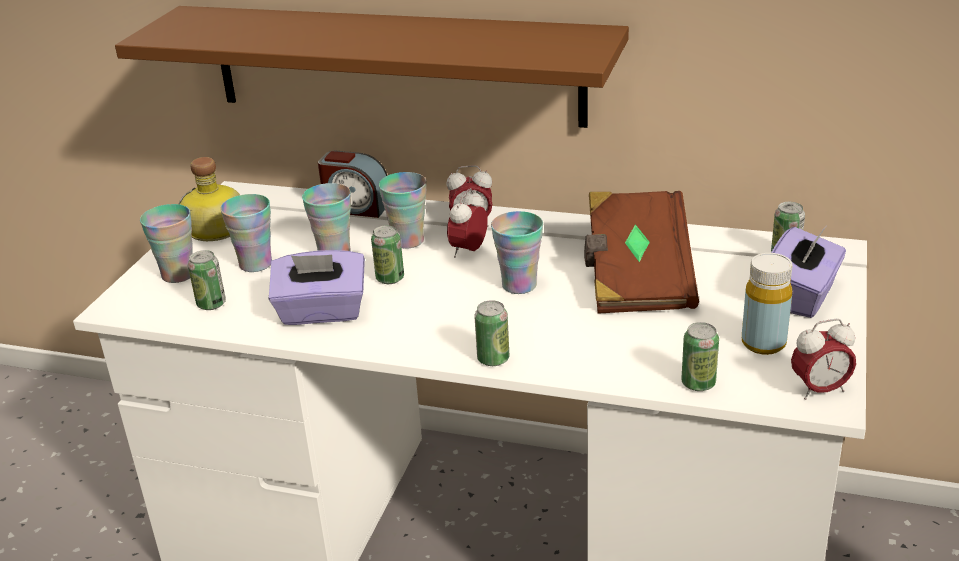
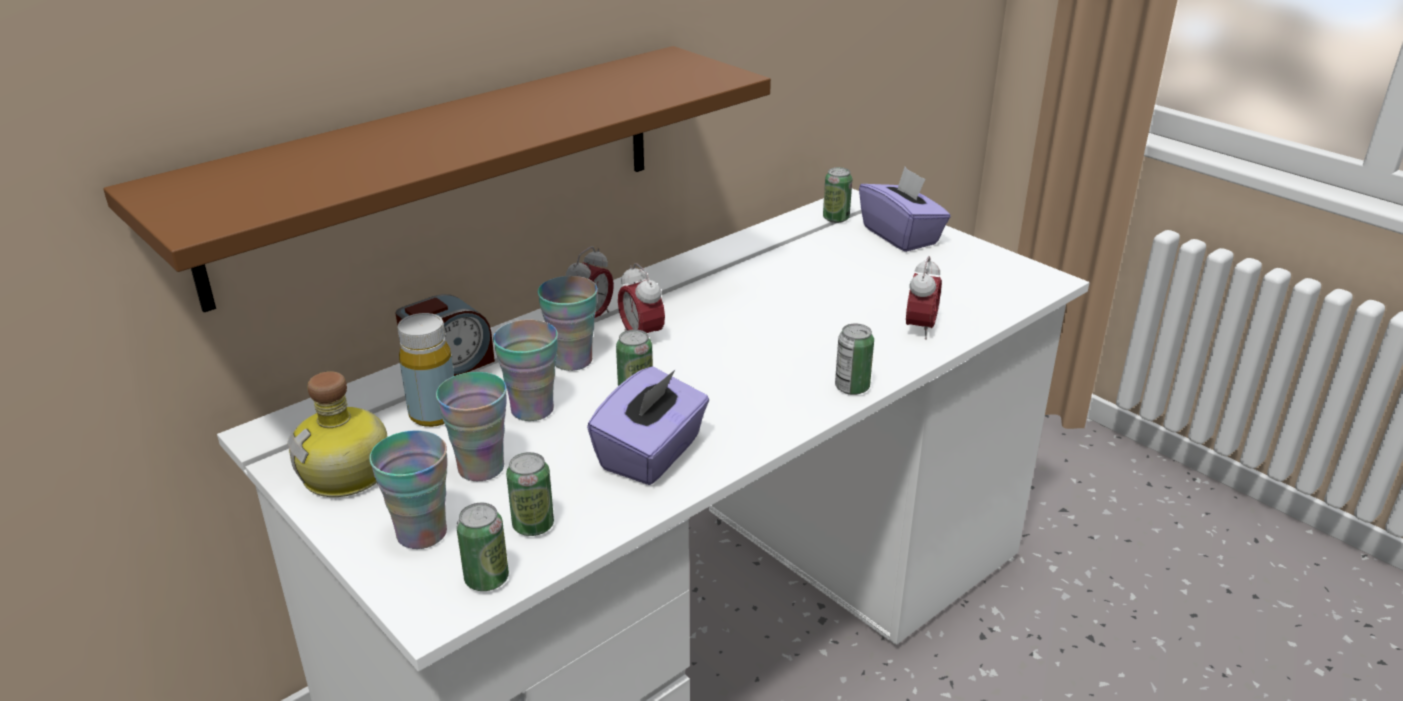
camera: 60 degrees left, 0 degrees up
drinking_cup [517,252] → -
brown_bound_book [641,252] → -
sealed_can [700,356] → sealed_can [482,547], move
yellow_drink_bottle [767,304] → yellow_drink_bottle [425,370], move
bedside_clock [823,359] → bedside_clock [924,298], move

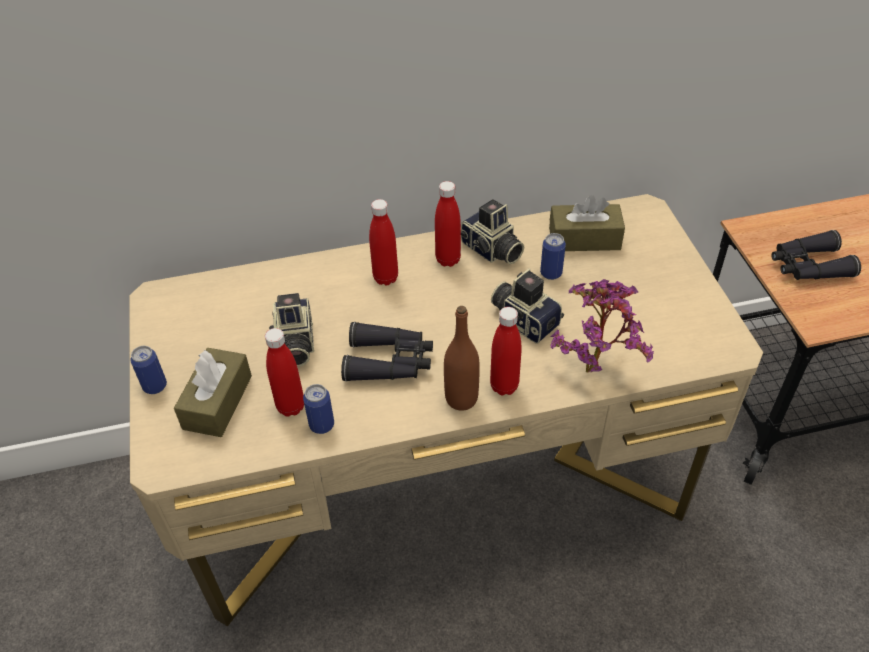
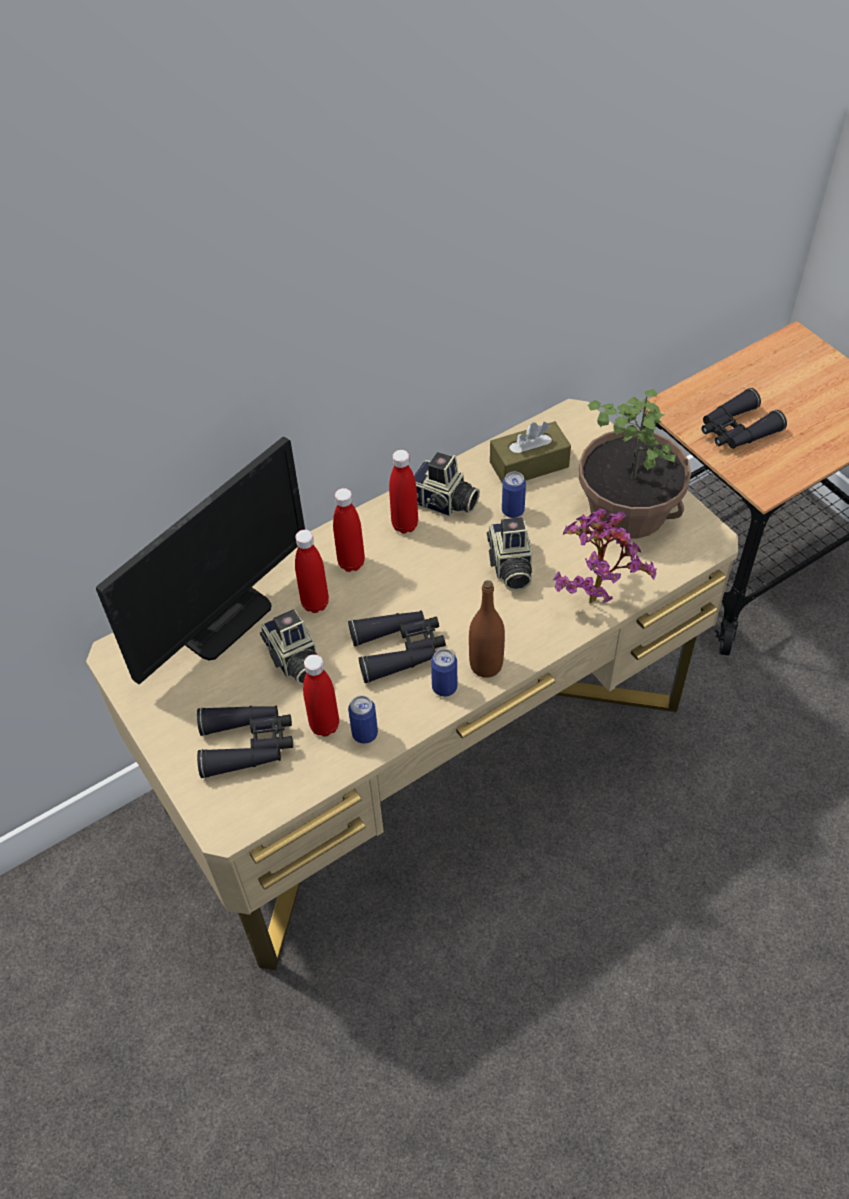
camera: 20 degrees left, 5 degrees up
- → computer_screen [200,560]
- → plant_in_a_pot [635,463]
sealed_can [148,370] → sealed_can [444,672], move
red-coloured_drink_bottle [506,351] → red-coloured_drink_bottle [312,571], move
brown_box_of_tissues [213,392] → blackish_pair_of_binoculars [245,742]
still_camera [527,306] → still_camera [509,554], 120 degrees counterclockwise

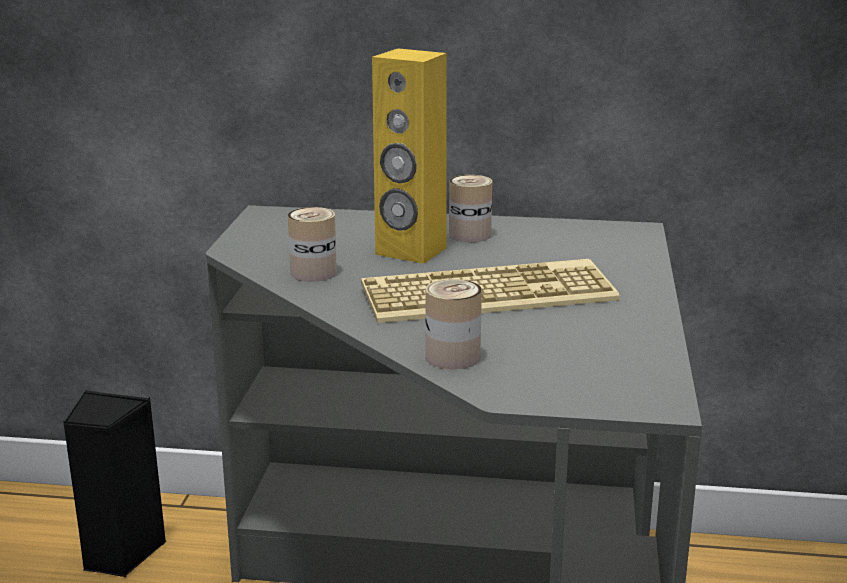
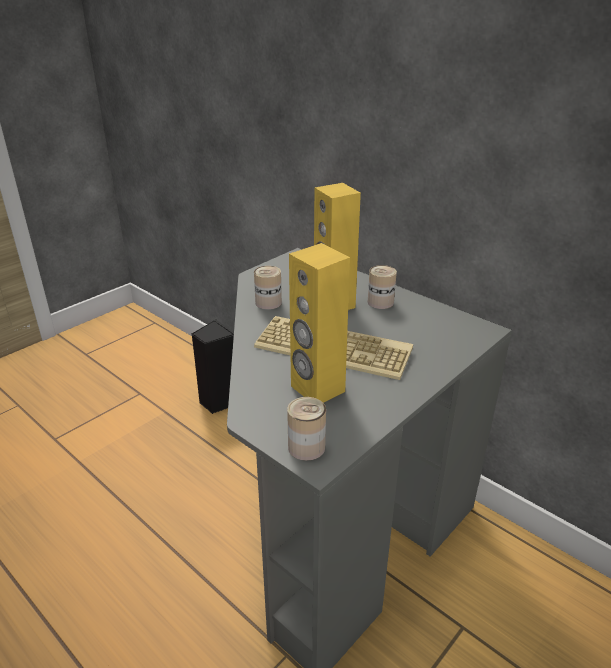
camera: 35 degrees right, 10 degrees up
- → yellow_audio_speaker [319,323]
sealed_can [453,324] → sealed_can [306,429], move

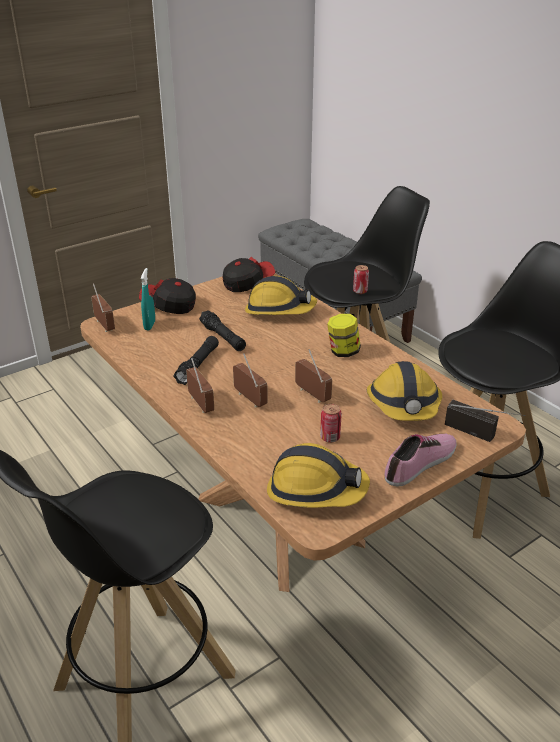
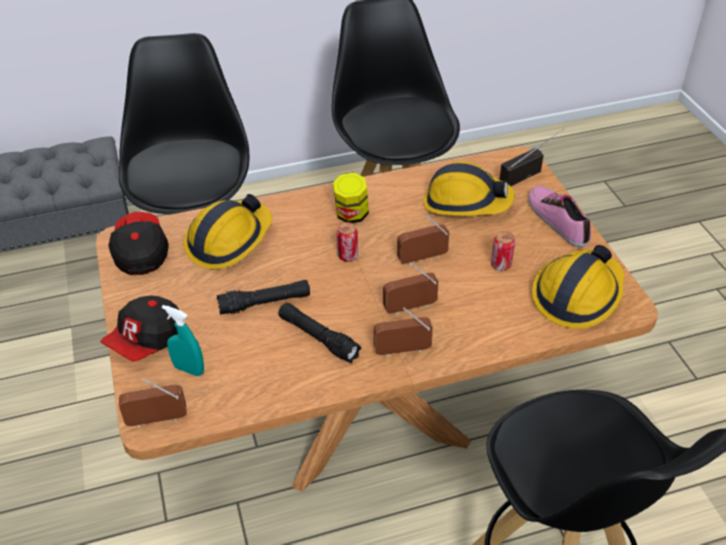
camera: 70 degrees left, 10 degrees up
sealed_can [361,279] → sealed_can [347,242], move

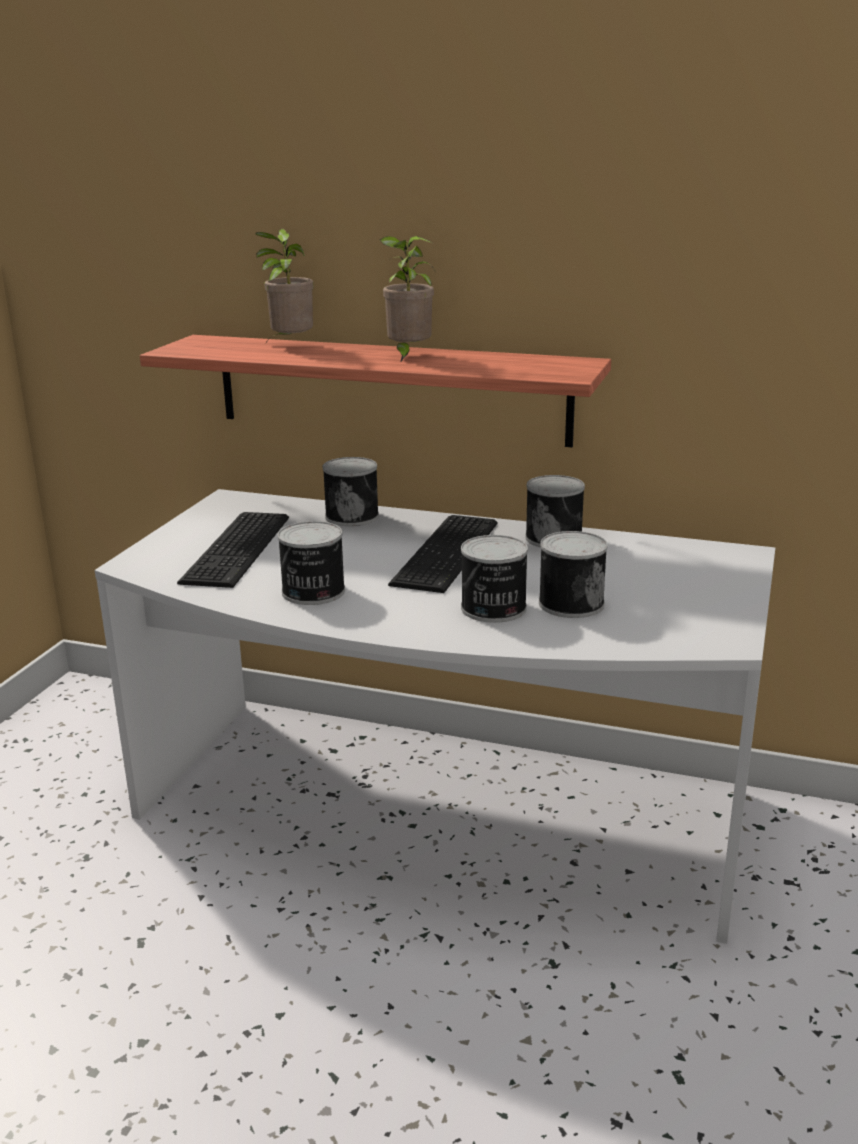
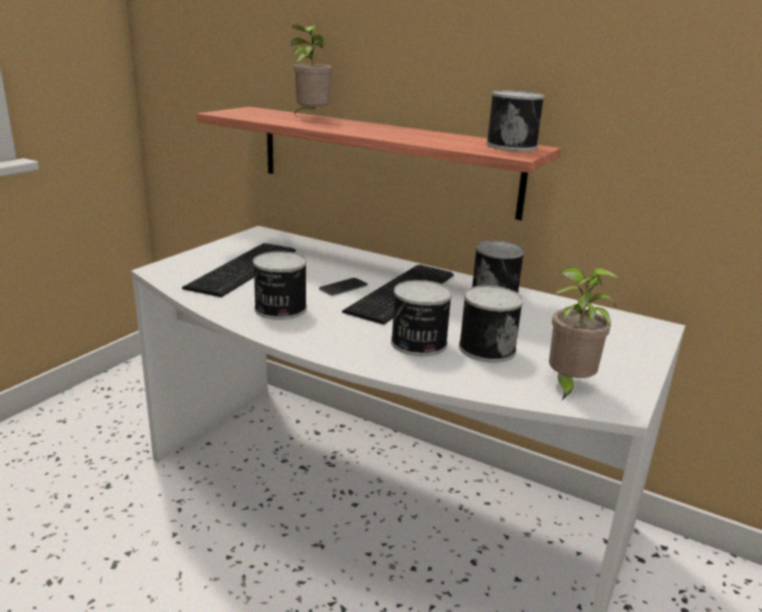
camera: 10 degrees right, 0 degrees up
- → handset [343,287]
sealed_can [350,491] → sealed_can [515,120], move
plant_in_a_pot [407,299] → plant_in_a_pot [584,333], move

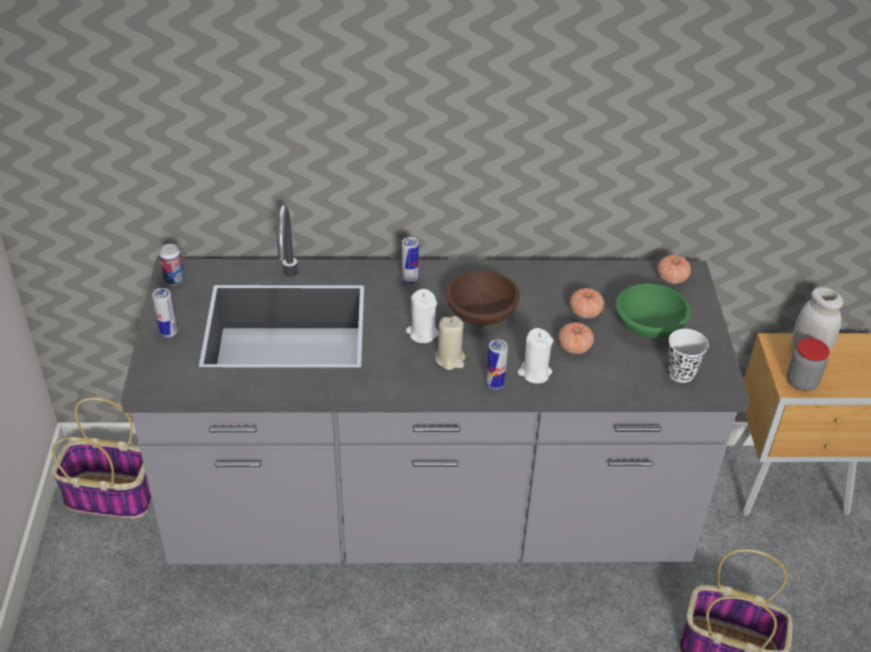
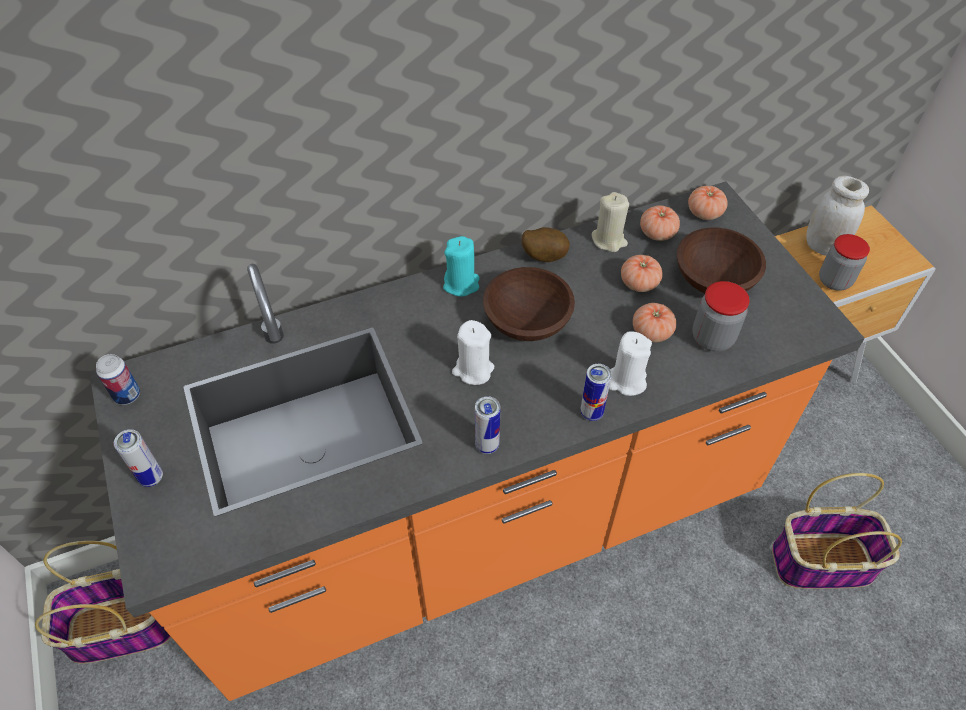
camera: 20 degrees left, 10 degrees up
whitish_drinking_cup [688,356] → -
- → blue-green_wax_candle [461,266]
- → spud [546,244]
- → fresh_tomato [660,223]
- → preserve_jar [721,316]
sealed_can [410,261] → sealed_can [487,425], move
beige_wax_candle [450,343] → beige_wax_candle [610,222], move
grey_counter [435,384] → orange_counter [477,441]
greenish_serving_bowl [653,311] → brown_serving_bowl [721,260]

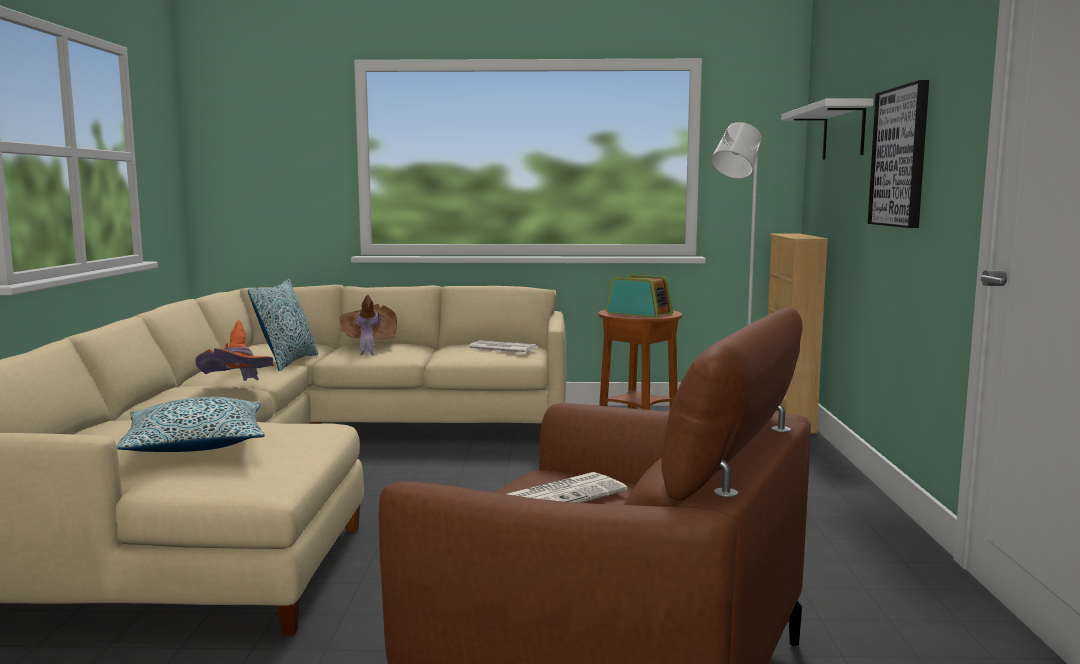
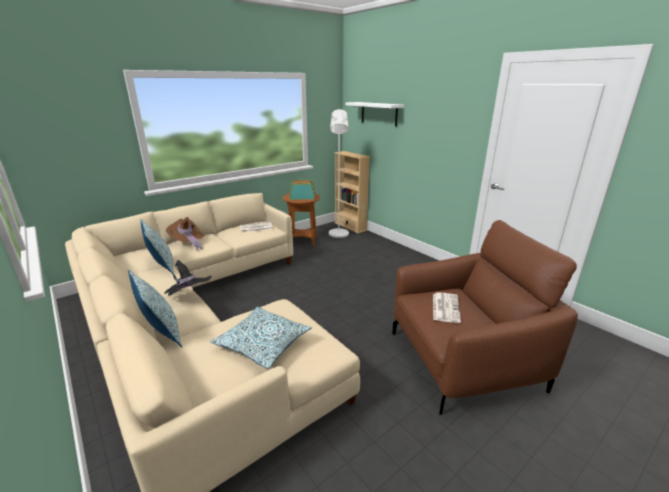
camera: 40 degrees left, 15 degrees up
wall_art [898,154] → -
- → throw_pillow [155,308]
orange_clothing_hat [234,350] → blackish_clothing_hat [187,278]

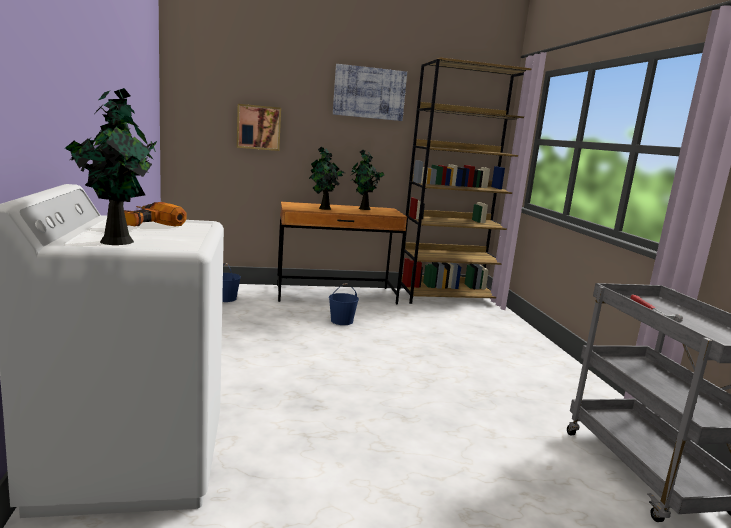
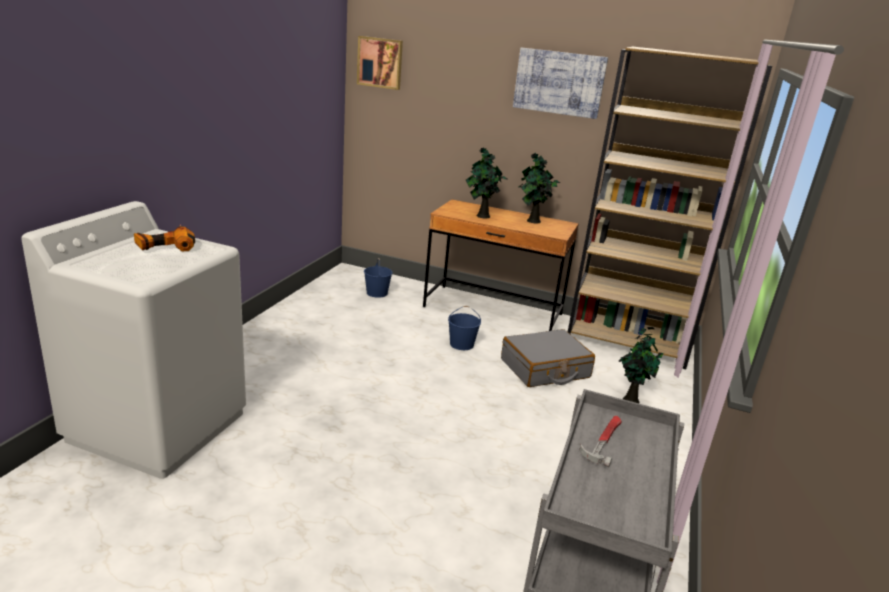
camera: 30 degrees right, 10 degrees up
- → grey_travel_case [548,358]
plant_in_a_pot [111,166] → plant_in_a_pot [641,365], move
wall_art [259,127] → wall_art [380,63], move

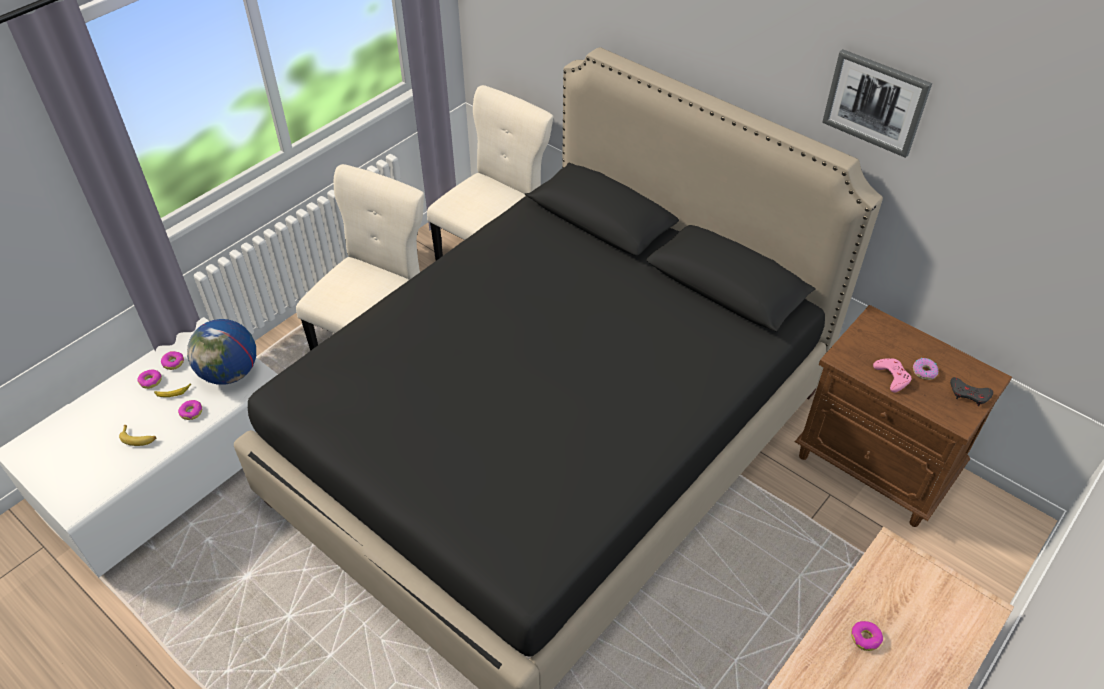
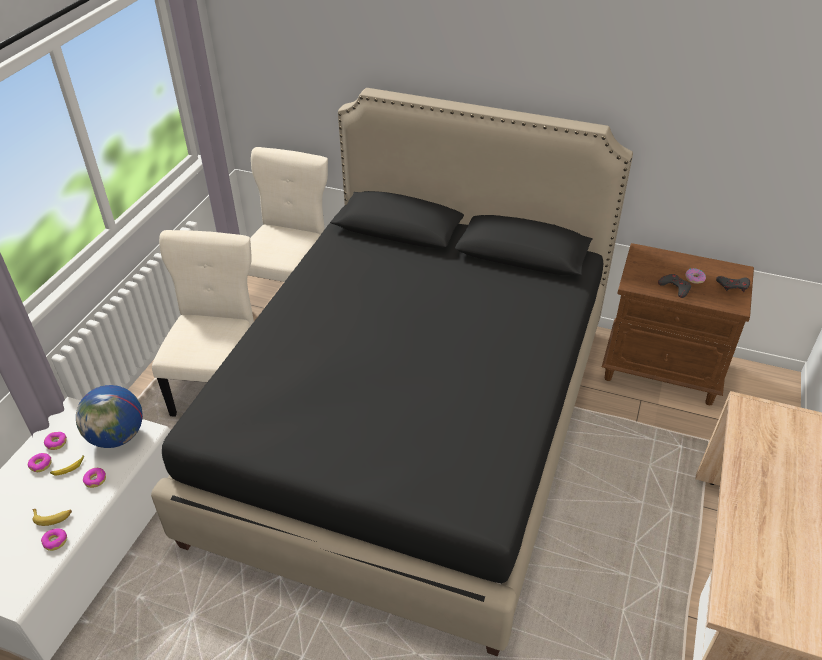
camera: 20 degrees left, 5 degrees down
wall_art [877,103] → -
ring_doughnut [867,636] → ring_doughnut [54,539], move
pink_joypad [892,375] → grey_joypad [674,286]

